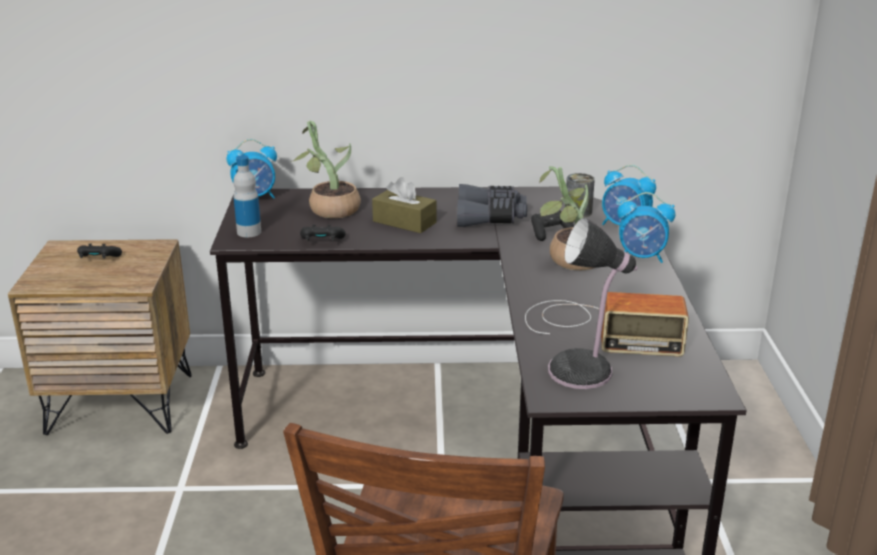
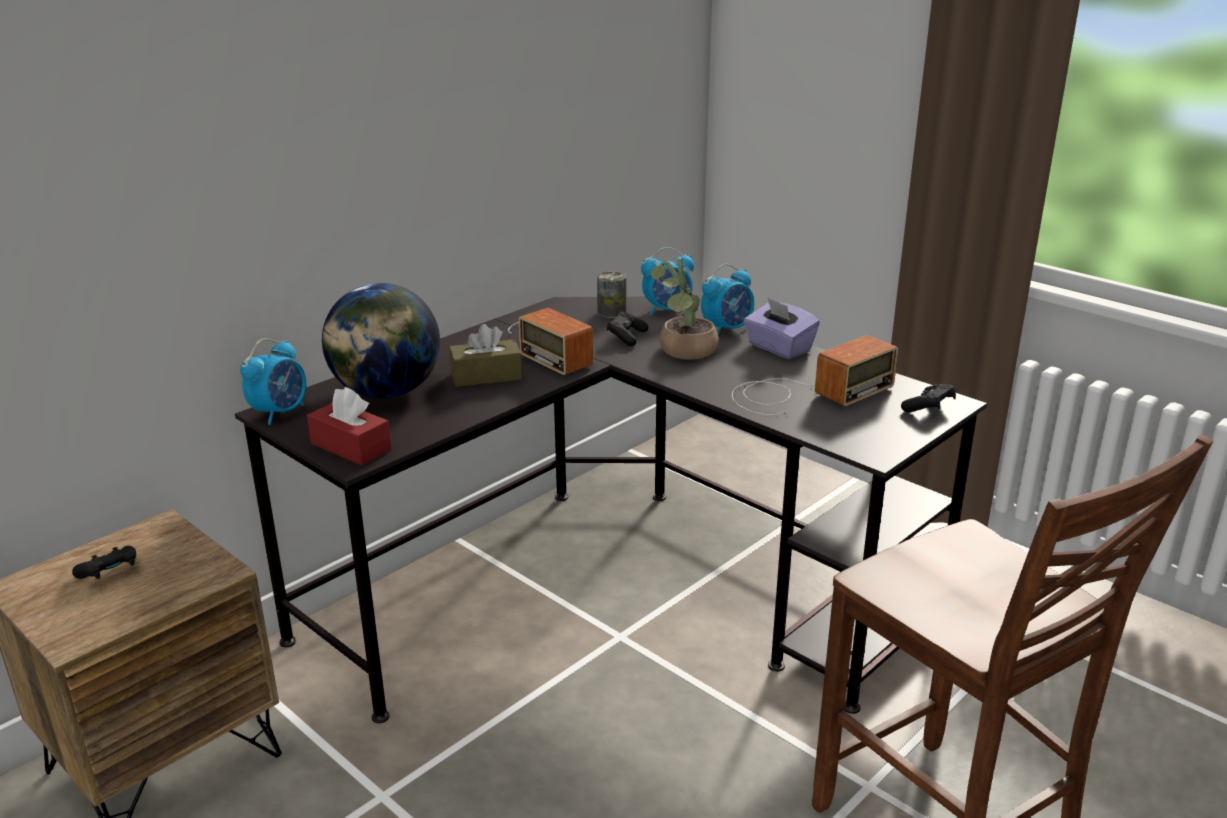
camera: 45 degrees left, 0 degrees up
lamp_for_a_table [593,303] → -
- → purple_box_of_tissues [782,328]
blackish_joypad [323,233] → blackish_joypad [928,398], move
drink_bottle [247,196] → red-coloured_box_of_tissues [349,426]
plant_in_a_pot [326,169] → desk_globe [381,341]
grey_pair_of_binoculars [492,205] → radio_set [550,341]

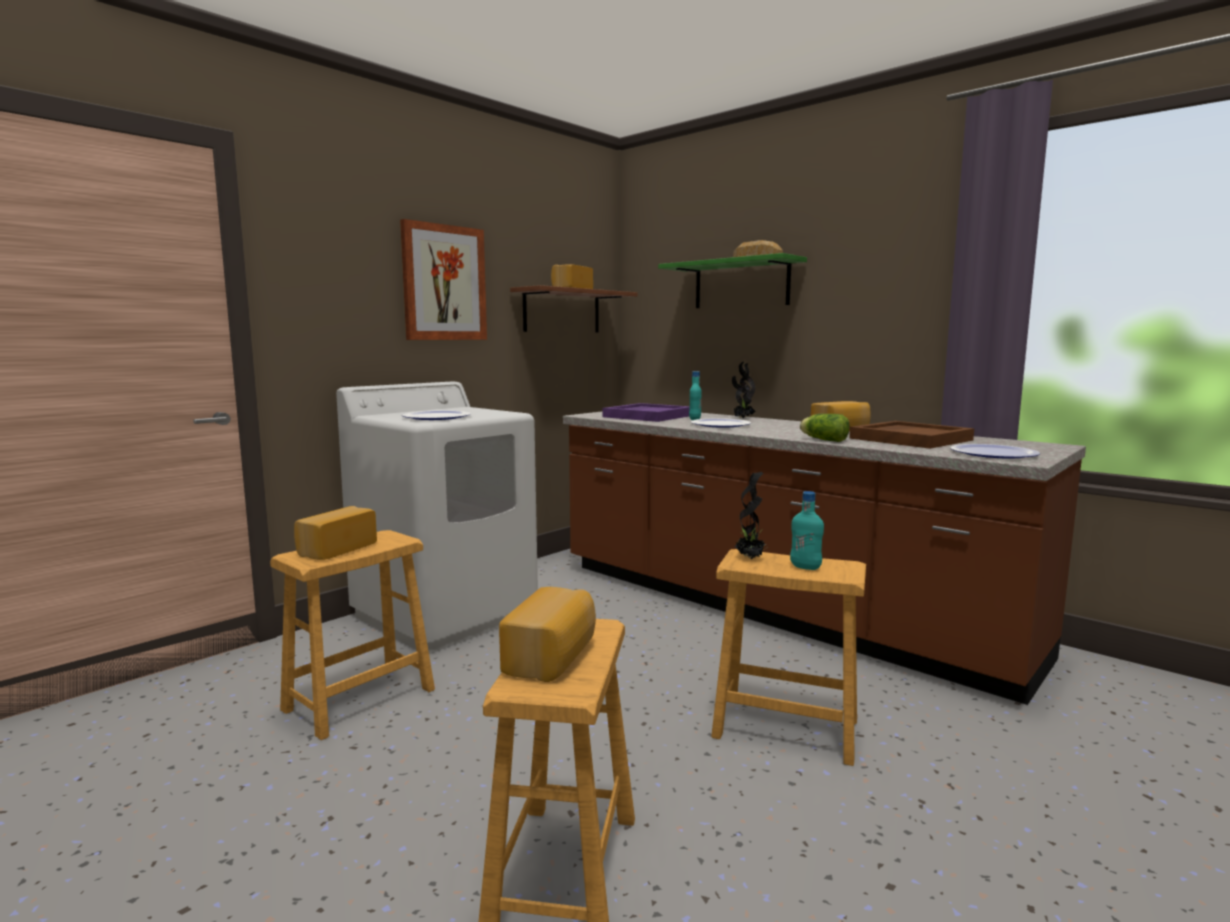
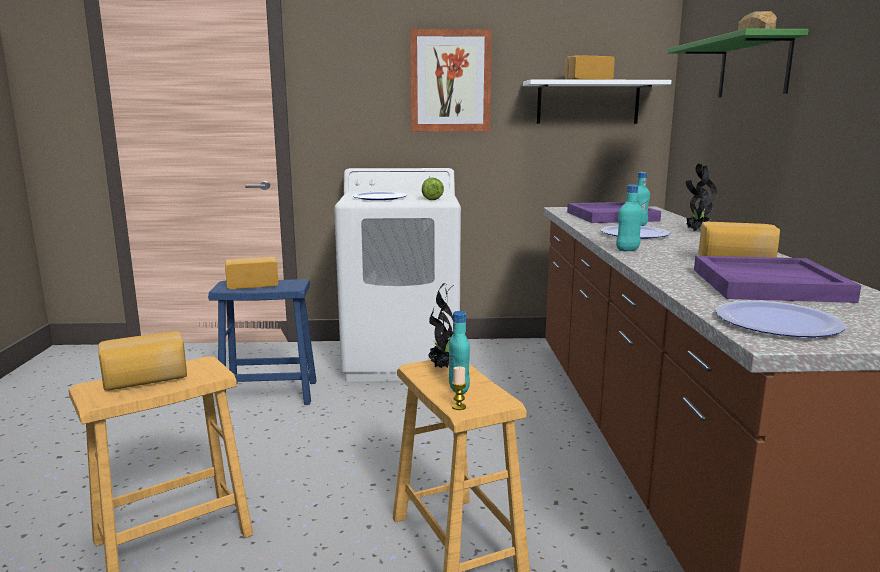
camera: 45 degrees right, 5 degrees up
- → wax_candle [459,388]
- → blue-green_drink_bottle [629,218]
lettuce [824,428] → lettuce [433,189], move
brown_sitting_stool [352,635] → blue-coloured_sitting_stool [262,342]
brown_shelf [574,308] → whitish_shelf [597,101]
brown_tray [911,435] → purple_tray [777,279]

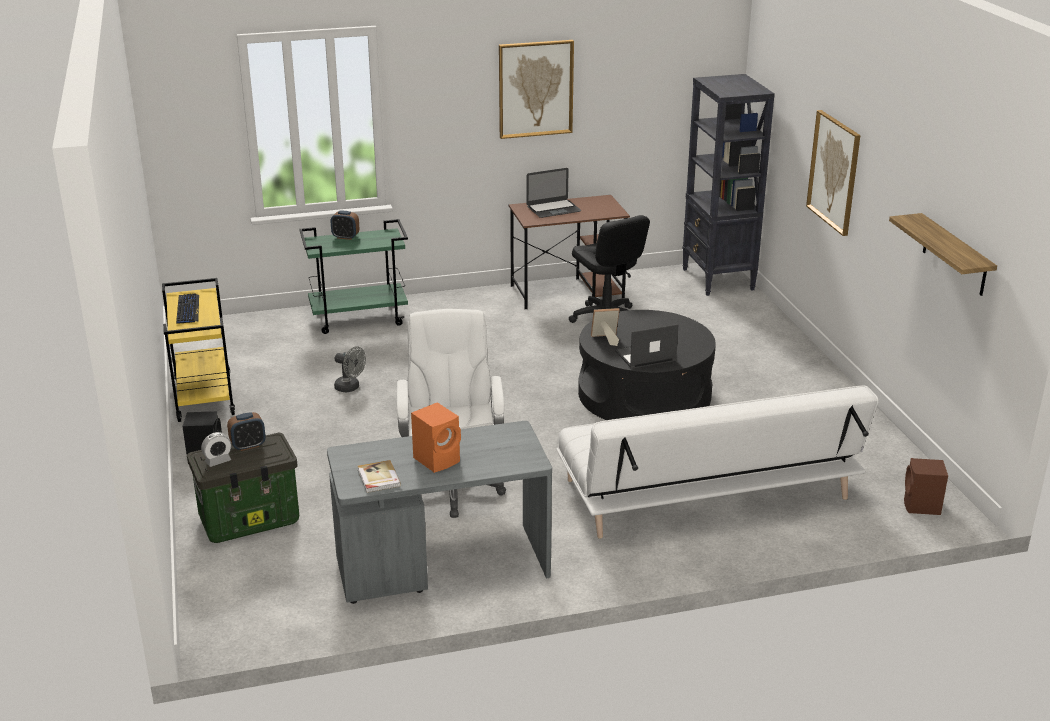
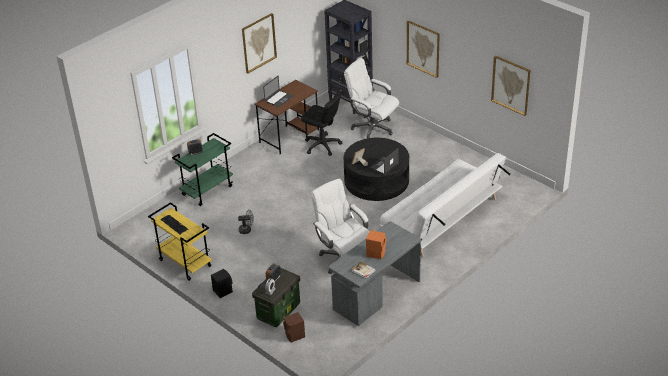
camera: 30 degrees left, 10 degrees up
- → whitish_computer_chair [371,98]
brown_audio_speaker [926,486] → brown_audio_speaker [294,327], move
shelf [943,254] → wall_art [510,86]

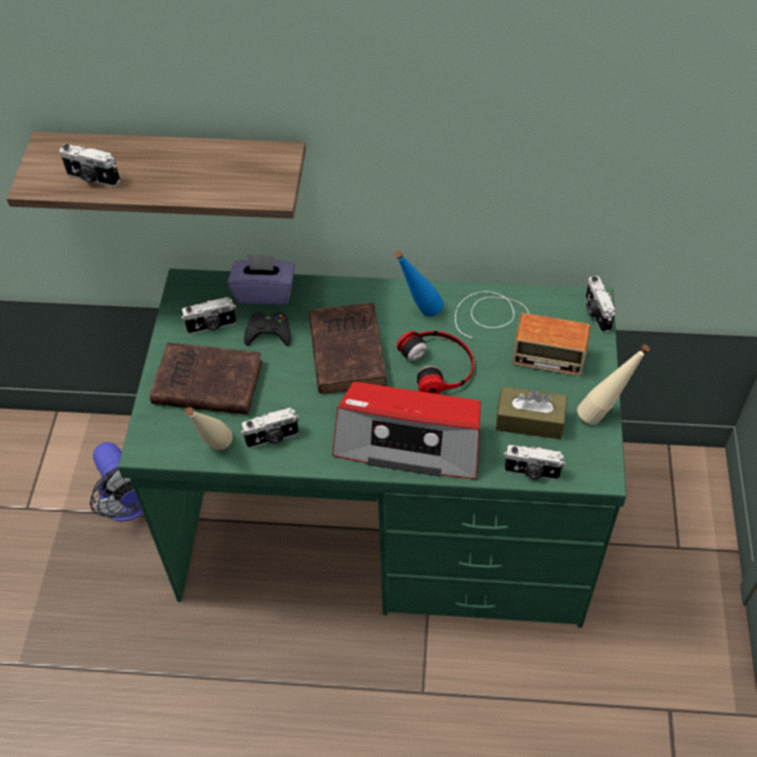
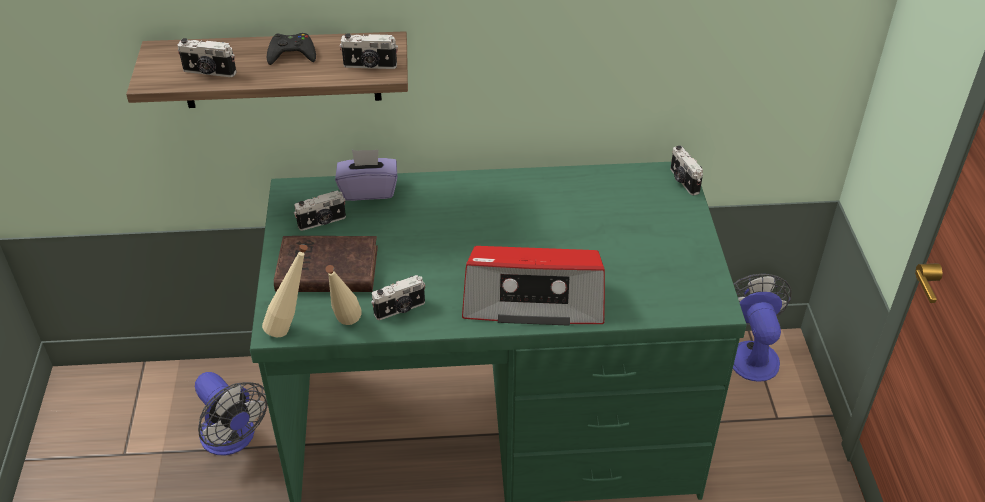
camera: 10 degrees left, 10 degrees down
brown_bound_book [348,348] → -
blue-coloured_drink_bottle [419,283] → -
headset [435,362] → -
radio_set [523,333] → -
brown_box_of_tissues [531,413] → -
- → electric_fan [762,327]
blackish_joypad [267,329] → blackish_joypad [291,49], move
still_camera [534,462] → still_camera [369,51], move
beige_drink_bottle [613,384] → beige_drink_bottle [285,290], move

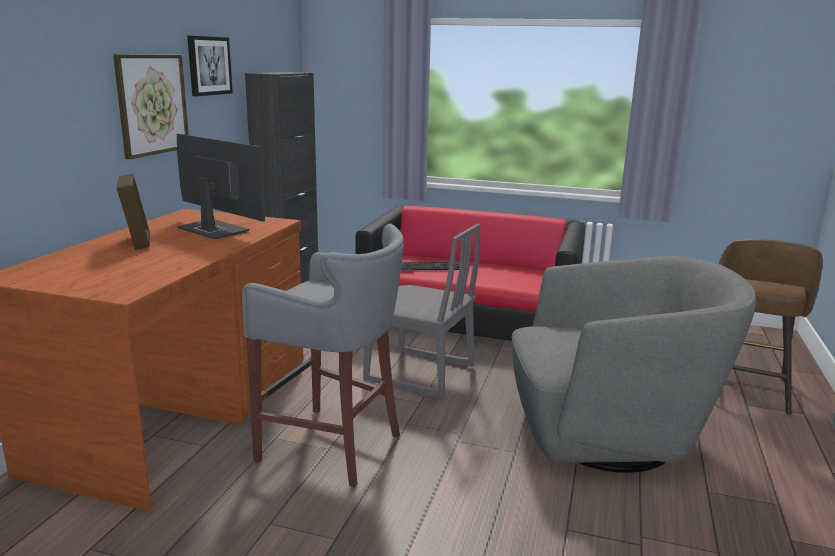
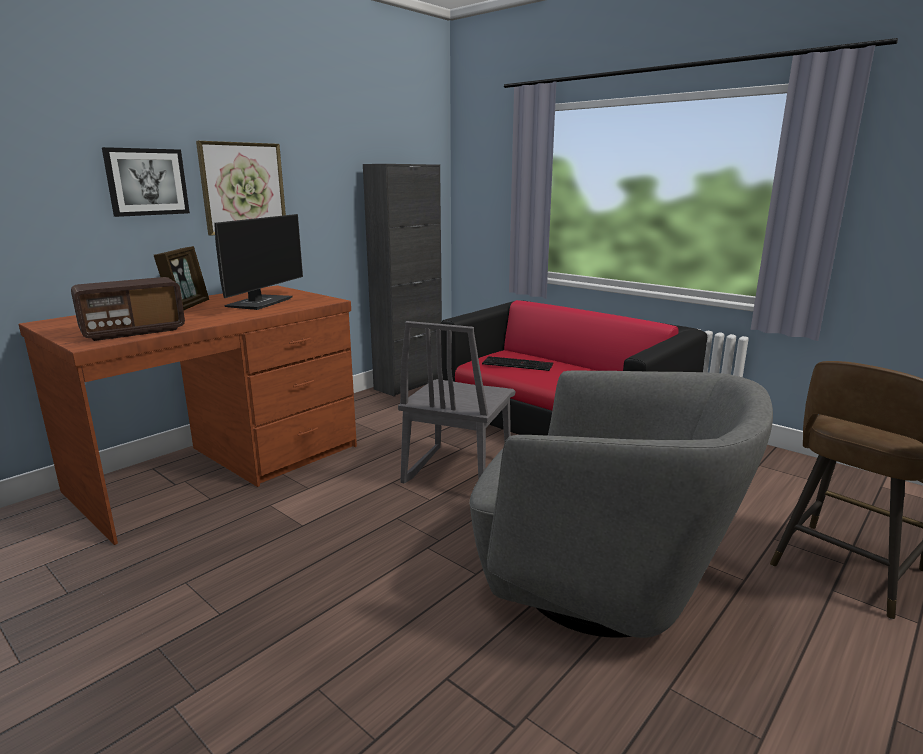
camera: 25 degrees right, 0 degrees up
grey_sitting_stool [323,355] → -
- → radio_set [128,309]
wall_art [210,66] → wall_art [146,182], move
computer_screen [221,186] → computer_screen [258,262], 45 degrees clockwise
grey_plain_chair [421,311] → grey_plain_chair [456,402], 60 degrees clockwise

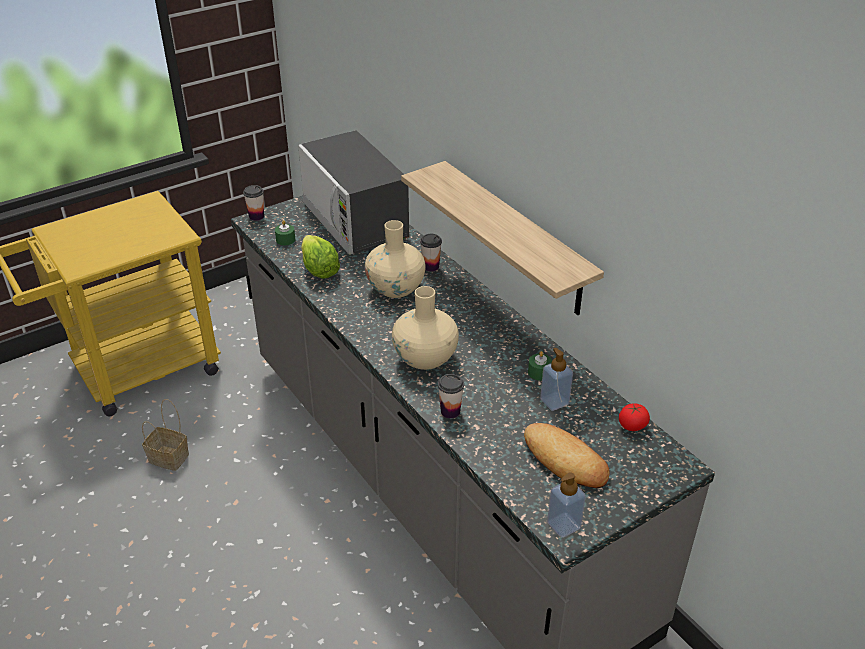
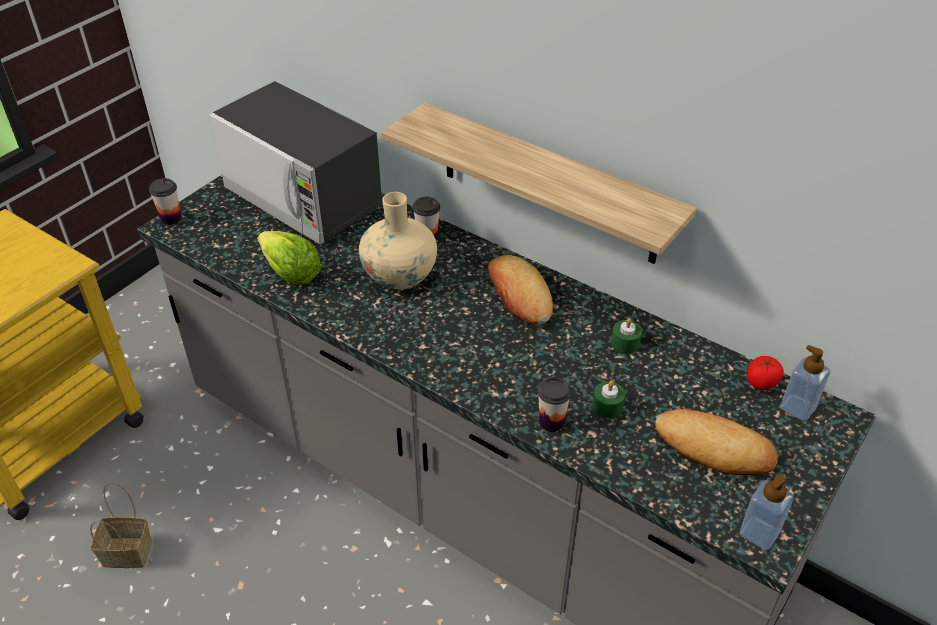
camera: 20 degrees left, 5 degrees up
beige_decorative_vase [425,328] → -
- → baked_bread [520,289]
greenish_wax_candle [285,232] → greenish_wax_candle [608,399], move
liquid_soap_bottle [556,379] → liquid_soap_bottle [805,383], move

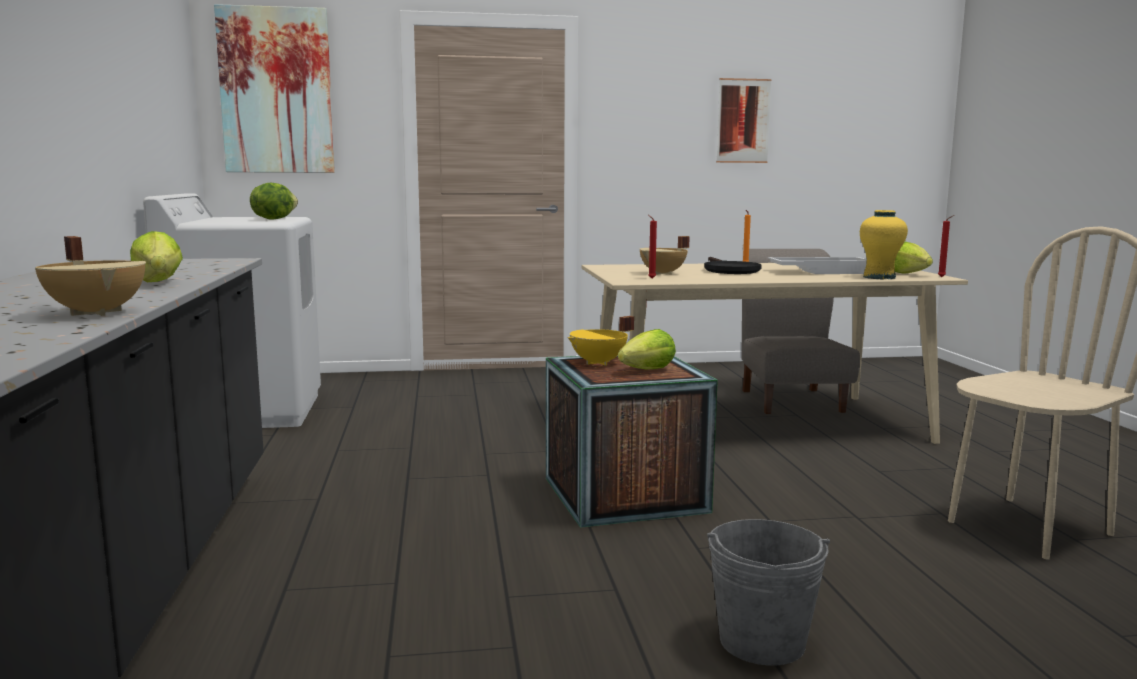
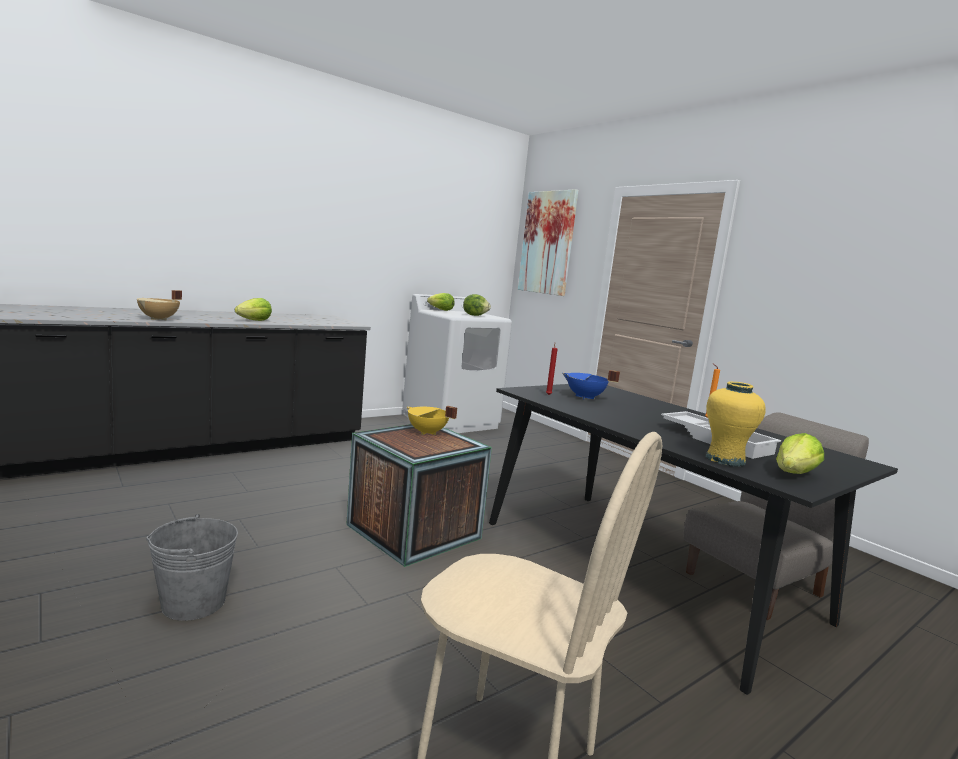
camera: 60 degrees right, 0 degrees up
blackish_skillet [733,265] → -
wall_art [744,120] → -
red-coloured_wax_candle [946,246] → -
lettuce [647,349] → lettuce [440,302], move
beige_kitchen_table [774,353] → blackish_kitchen_table [693,539]
beige_cooking_pot [665,255] → blue-coloured_cooking_pot [591,384]

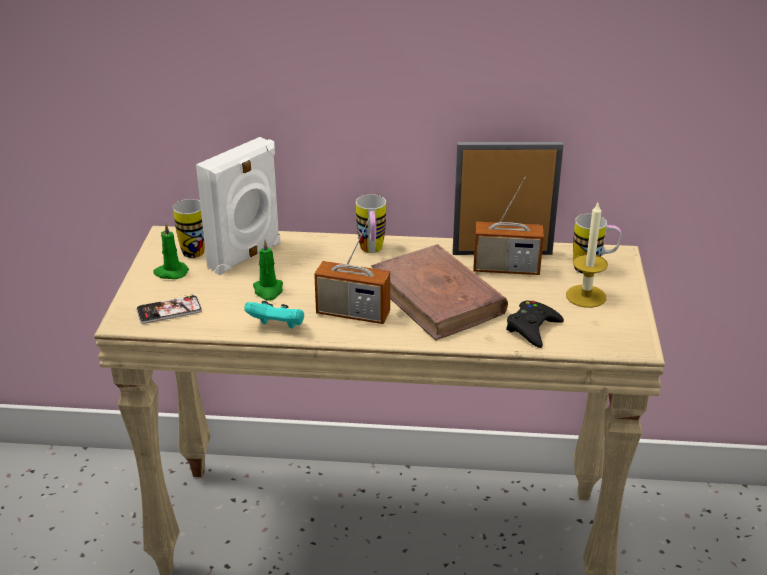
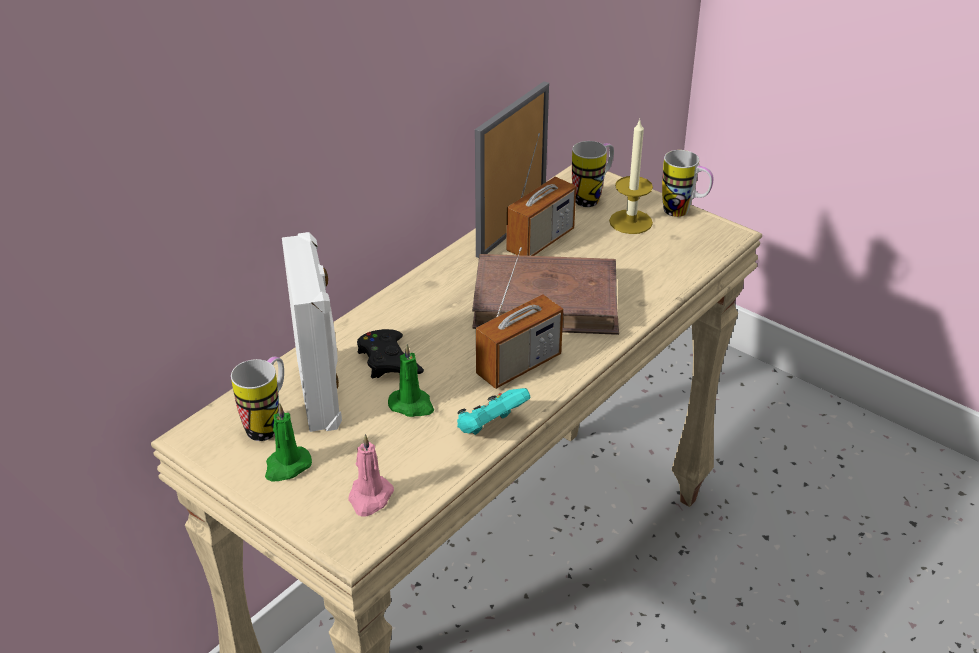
camera: 55 degrees left, 5 degrees up
mug [371,223] → mug [687,183], move
blackish_joypad [535,324] → blackish_joypad [390,353], move
handset [169,309] → pink_wax_candle [371,475]

